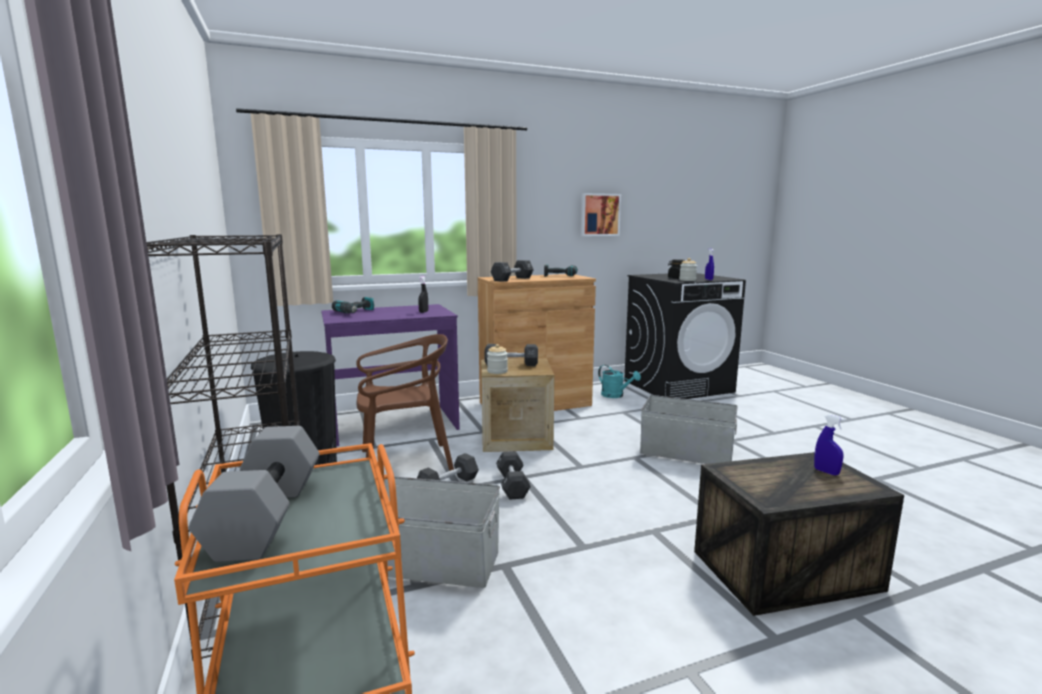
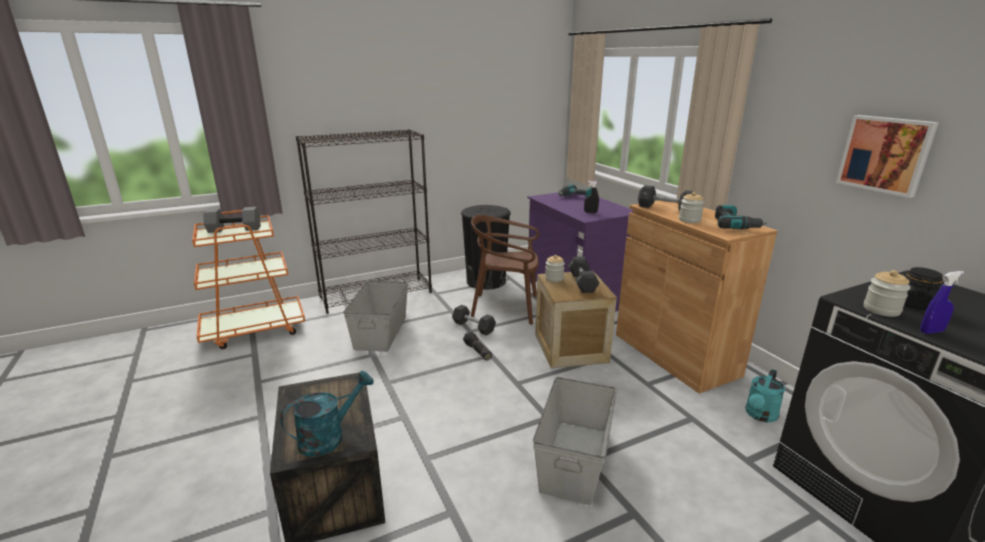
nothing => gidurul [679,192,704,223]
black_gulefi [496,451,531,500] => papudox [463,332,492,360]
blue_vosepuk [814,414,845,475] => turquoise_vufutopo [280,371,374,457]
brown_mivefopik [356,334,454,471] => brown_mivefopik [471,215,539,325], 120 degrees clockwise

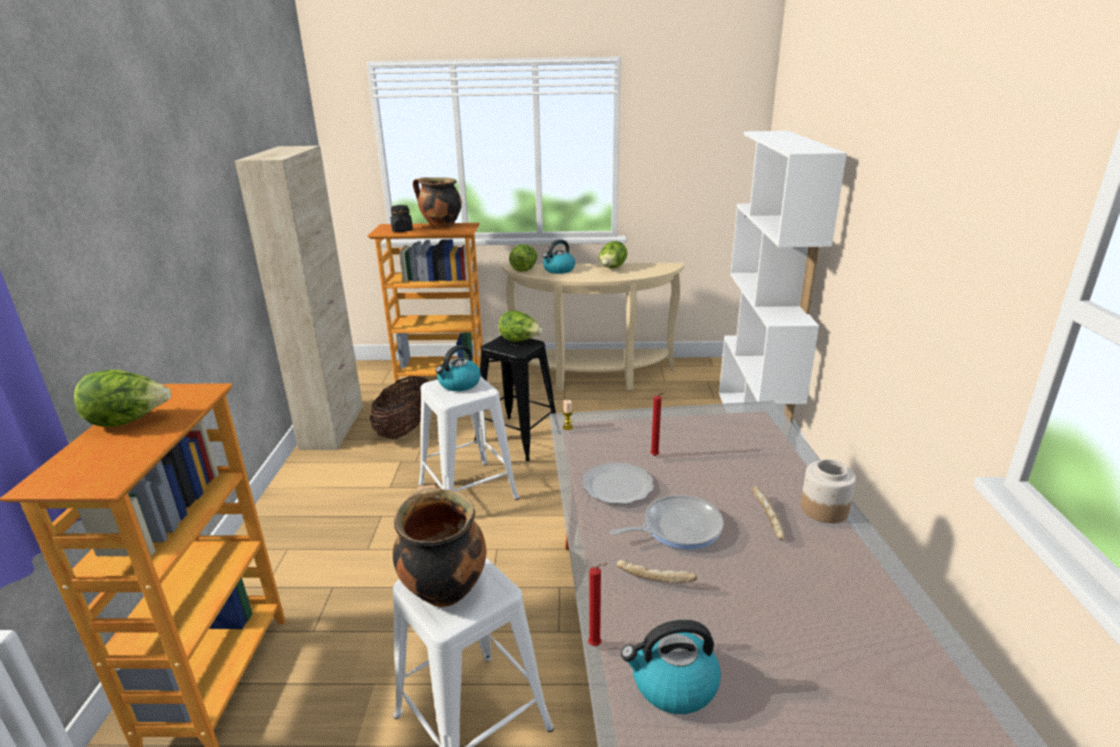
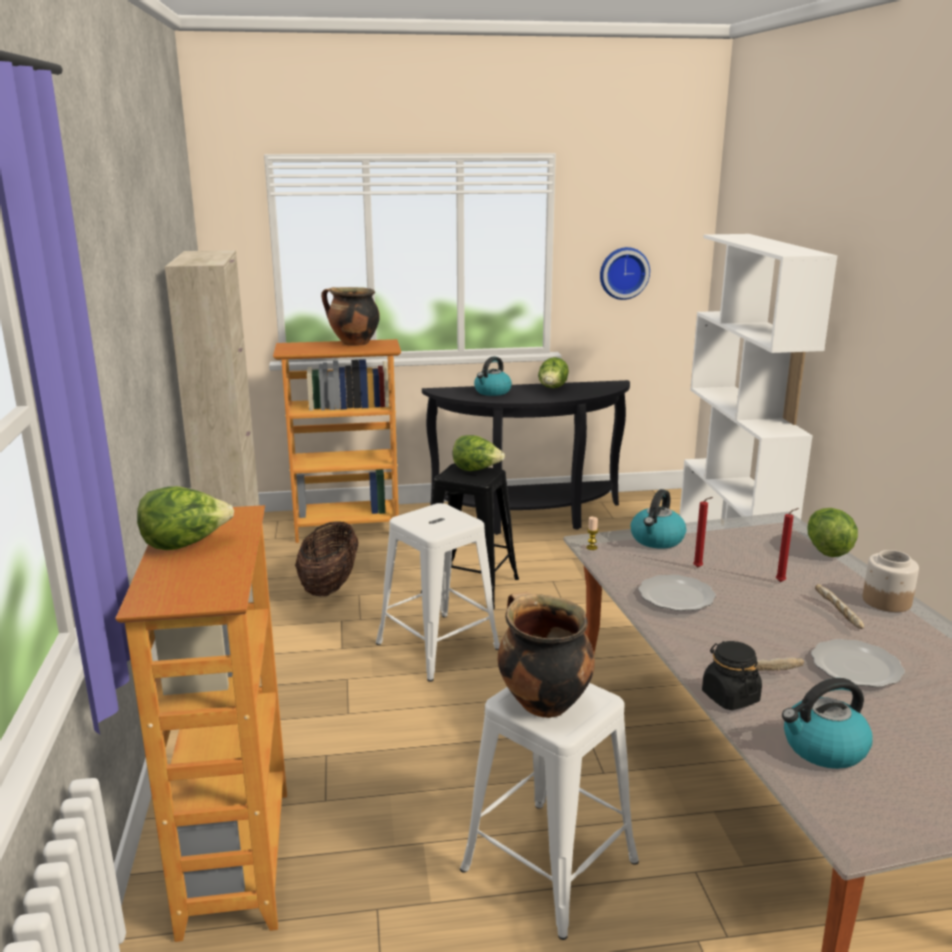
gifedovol [610,495,724,550] => nothing
nothing => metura [600,247,650,300]
nothing => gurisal [811,639,905,687]
black_gidurul [390,205,413,232] => black_gidurul [702,641,762,710], shifted
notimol [435,345,481,391] => notimol [631,489,686,549], shifted
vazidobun [509,244,537,272] => vazidobun [807,508,858,557], shifted
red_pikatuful [588,563,607,646] => red_pikatuful [776,508,799,582], shifted
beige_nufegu [502,263,684,391] => black_nufegu [422,380,630,535]

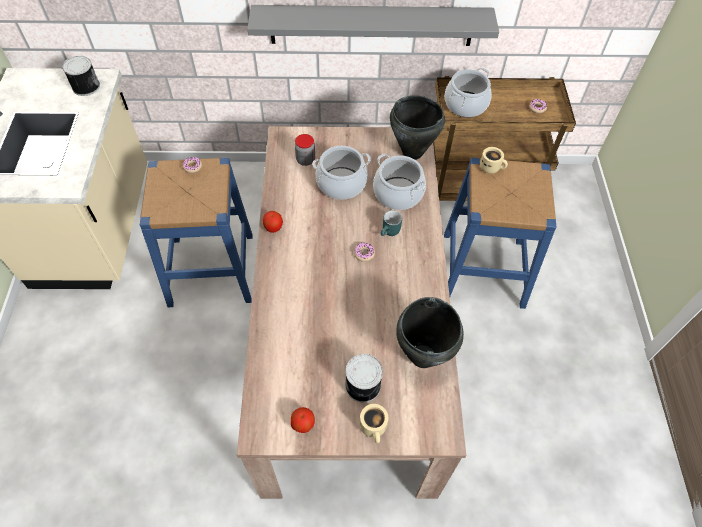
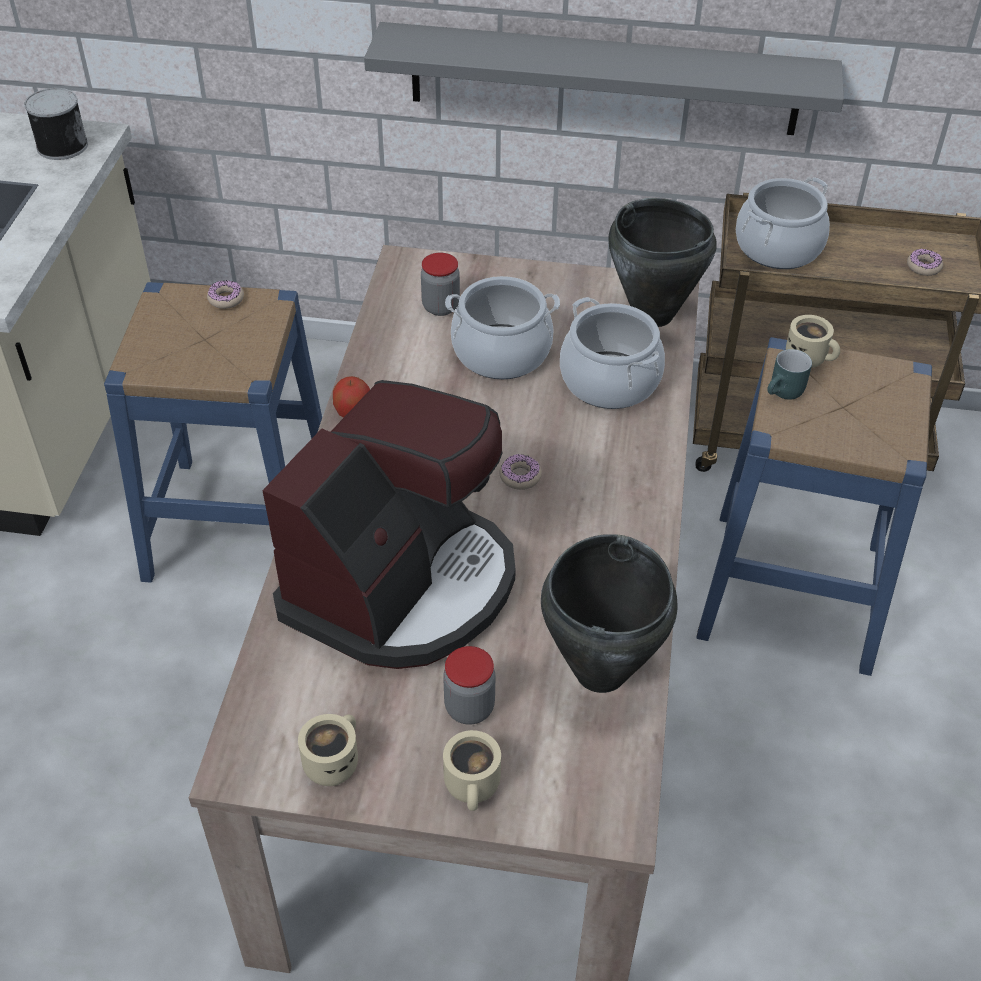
nothing => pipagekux [262,380,516,669]
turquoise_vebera [381,210,402,236] => turquoise_vebera [767,349,812,400], shifted
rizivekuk [290,407,315,433] => beige_vebera [298,714,358,786]
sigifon [345,354,383,402] => gidurul [443,646,495,725]

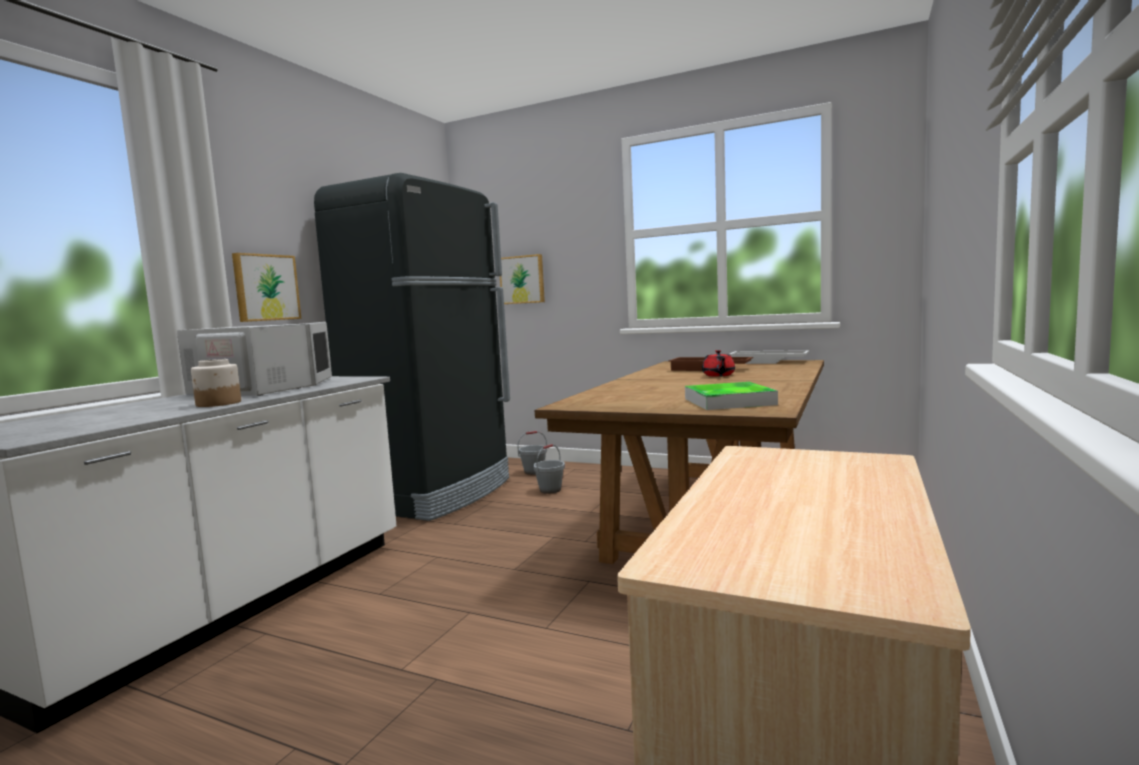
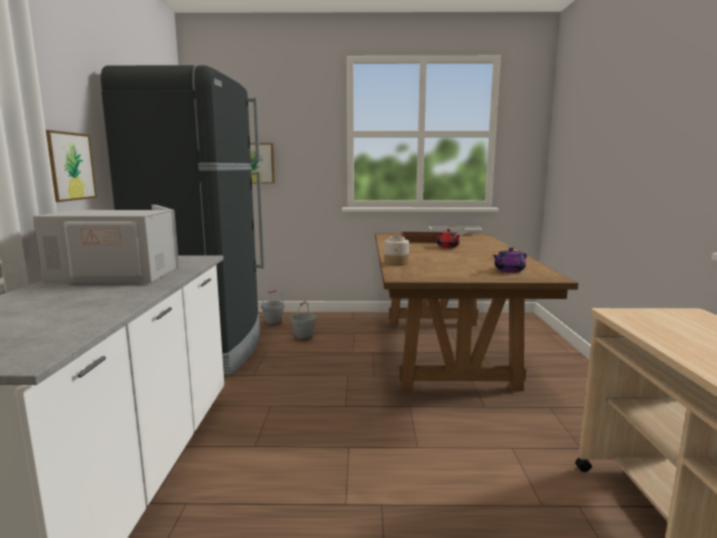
gidurul [191,359,241,407] => gidurul [384,236,409,266], shifted
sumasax [685,382,778,410] => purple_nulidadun [493,247,527,273]

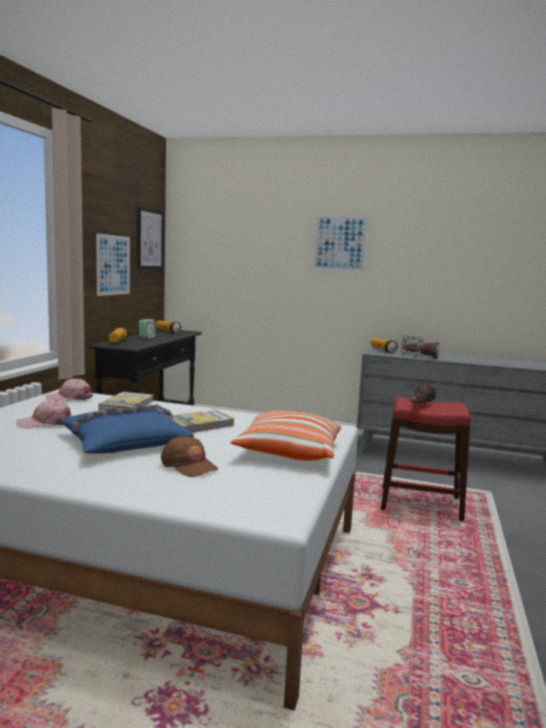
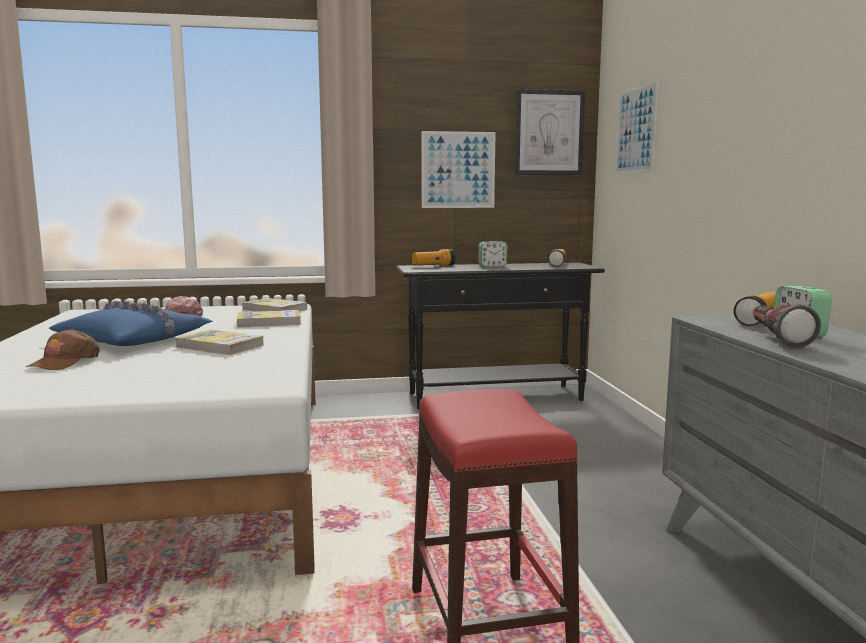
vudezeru [230,411,341,461] => nothing
papudox [410,383,436,404] => nothing
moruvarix [312,215,369,272] => moruvarix [615,80,659,174], shifted
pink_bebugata [46,378,93,401] => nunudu [242,298,307,312]

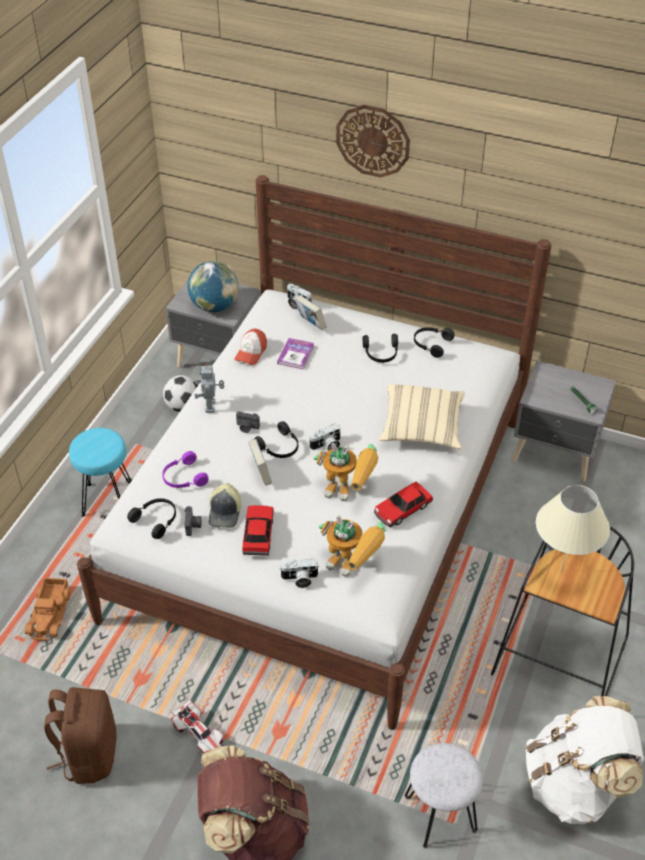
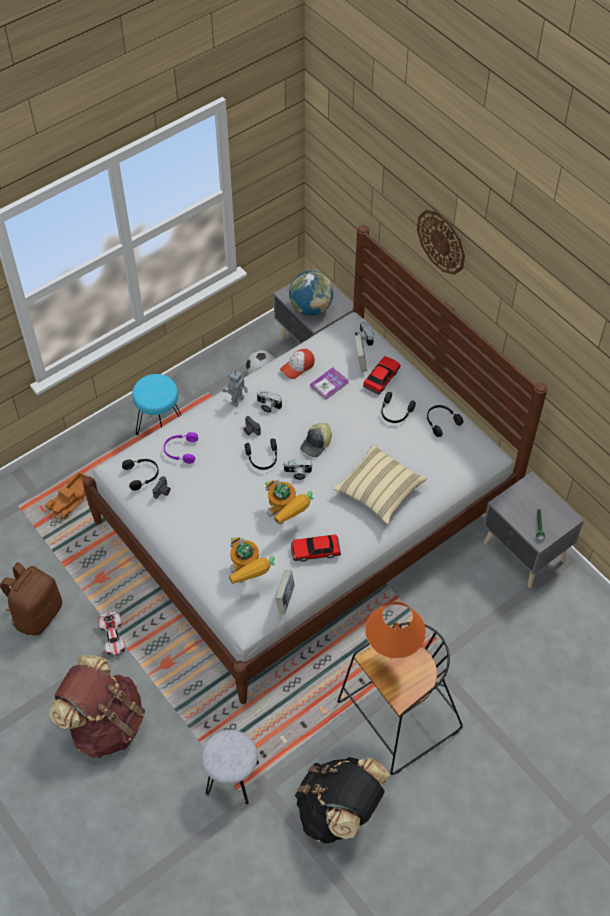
bebugata [209,483,241,528] => bebugata [300,423,332,457], shifted
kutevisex [242,505,274,556] => kutevisex [363,356,401,395], shifted
nunudu [248,439,272,486] => nunudu [275,570,295,614], shifted
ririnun [279,558,318,588] => ririnun [257,389,282,413], shifted
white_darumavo [525,696,644,824] => black_darumavo [295,757,390,843]
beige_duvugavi [536,485,610,572] => orange_duvugavi [365,602,426,658]

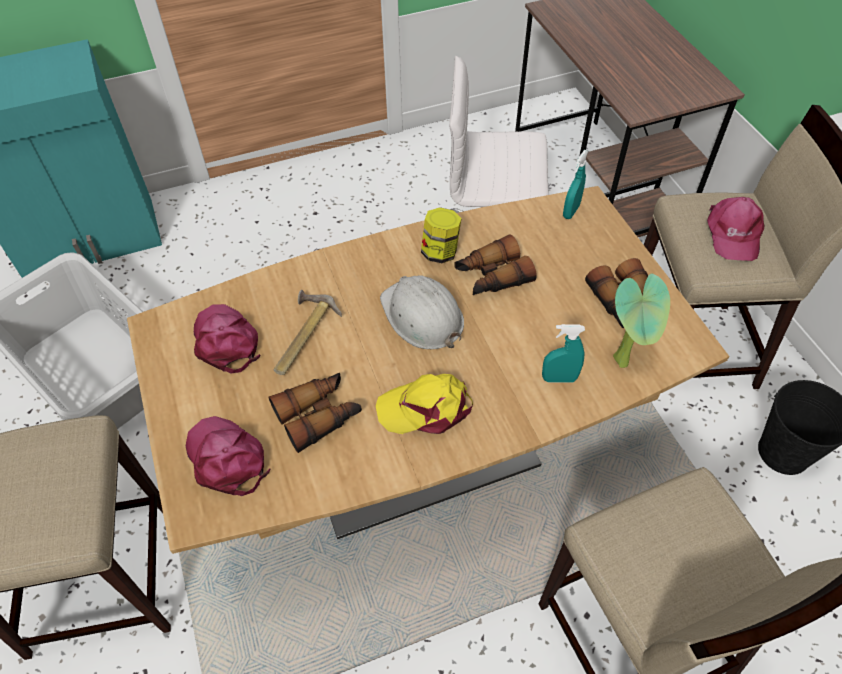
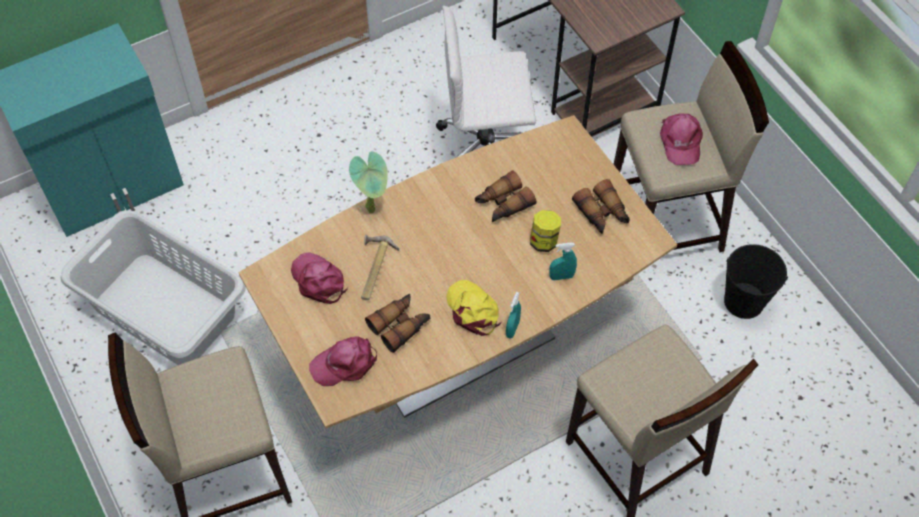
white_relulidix [380,275,464,350] => nothing
gidurul [421,207,462,263] => gidurul [530,210,561,252], shifted
turquoise_vosepuk [563,150,588,219] => turquoise_vosepuk [506,292,521,338], shifted
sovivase [613,274,670,368] => sovivase [349,151,388,213], shifted
pink_bebugata [186,416,271,496] => pink_bebugata [309,336,377,386], 60 degrees counterclockwise
yellow_bebugata [376,374,473,434] => yellow_bebugata [446,280,502,336], 75 degrees clockwise

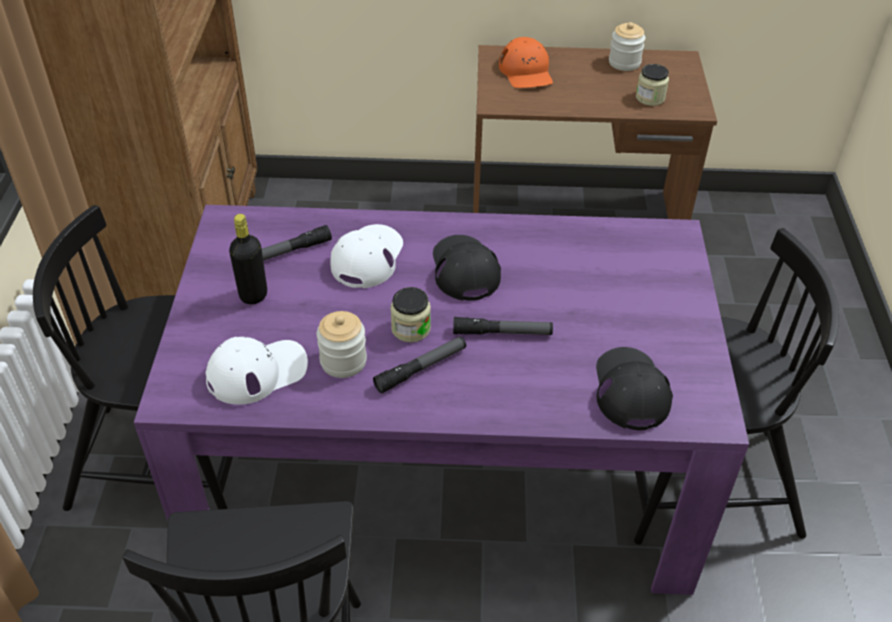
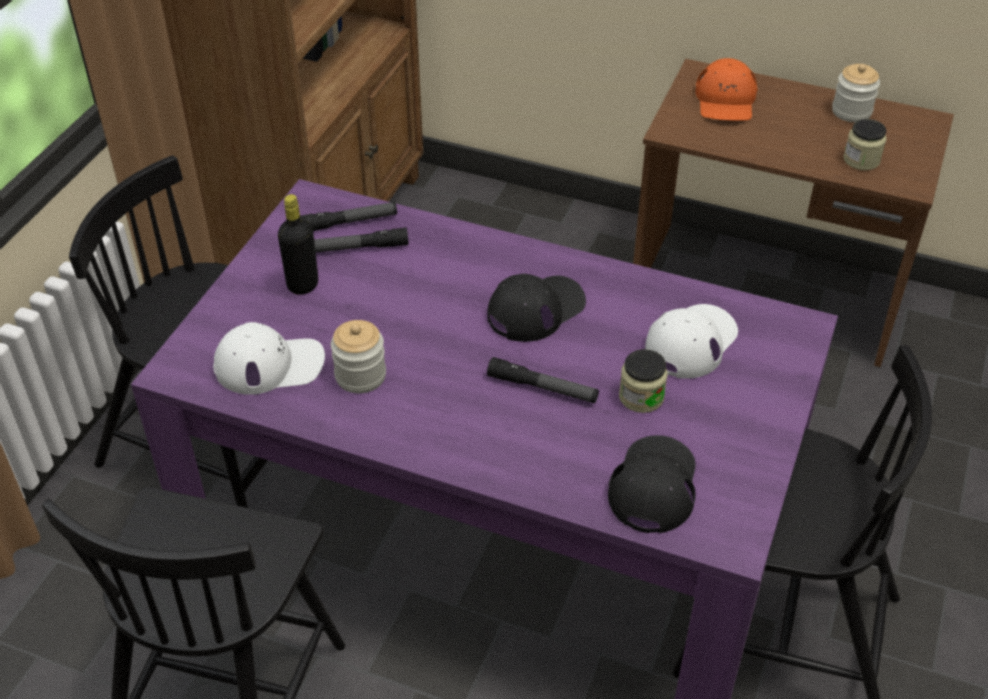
white_bebugata [330,224,403,288] => white_bebugata [645,304,738,379], shifted
papudox [373,336,466,393] => papudox [300,202,397,231], shifted
gidurul [390,287,431,342] => gidurul [619,349,668,413], shifted
black_bebugata [433,235,501,301] => black_bebugata [487,273,586,342], 45 degrees clockwise

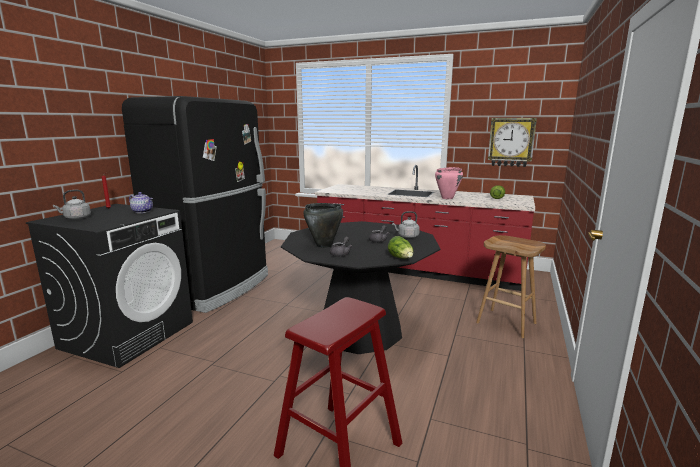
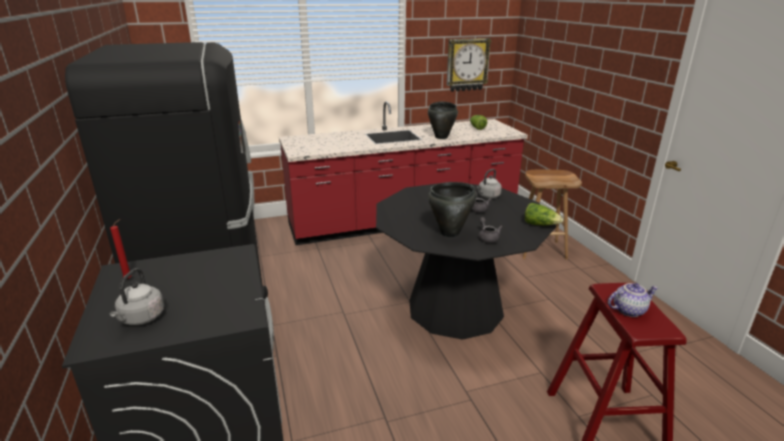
nulidadun [129,192,153,213] => nulidadun [608,283,658,317], shifted
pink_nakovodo [435,167,463,199] => black_nakovodo [428,102,458,139]

